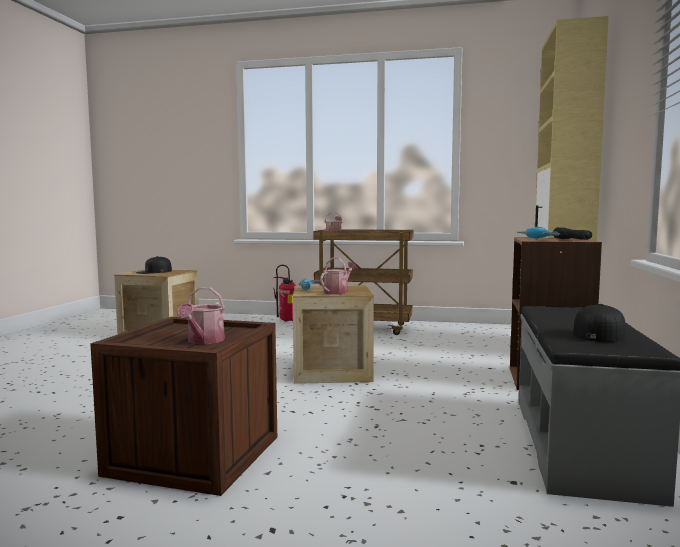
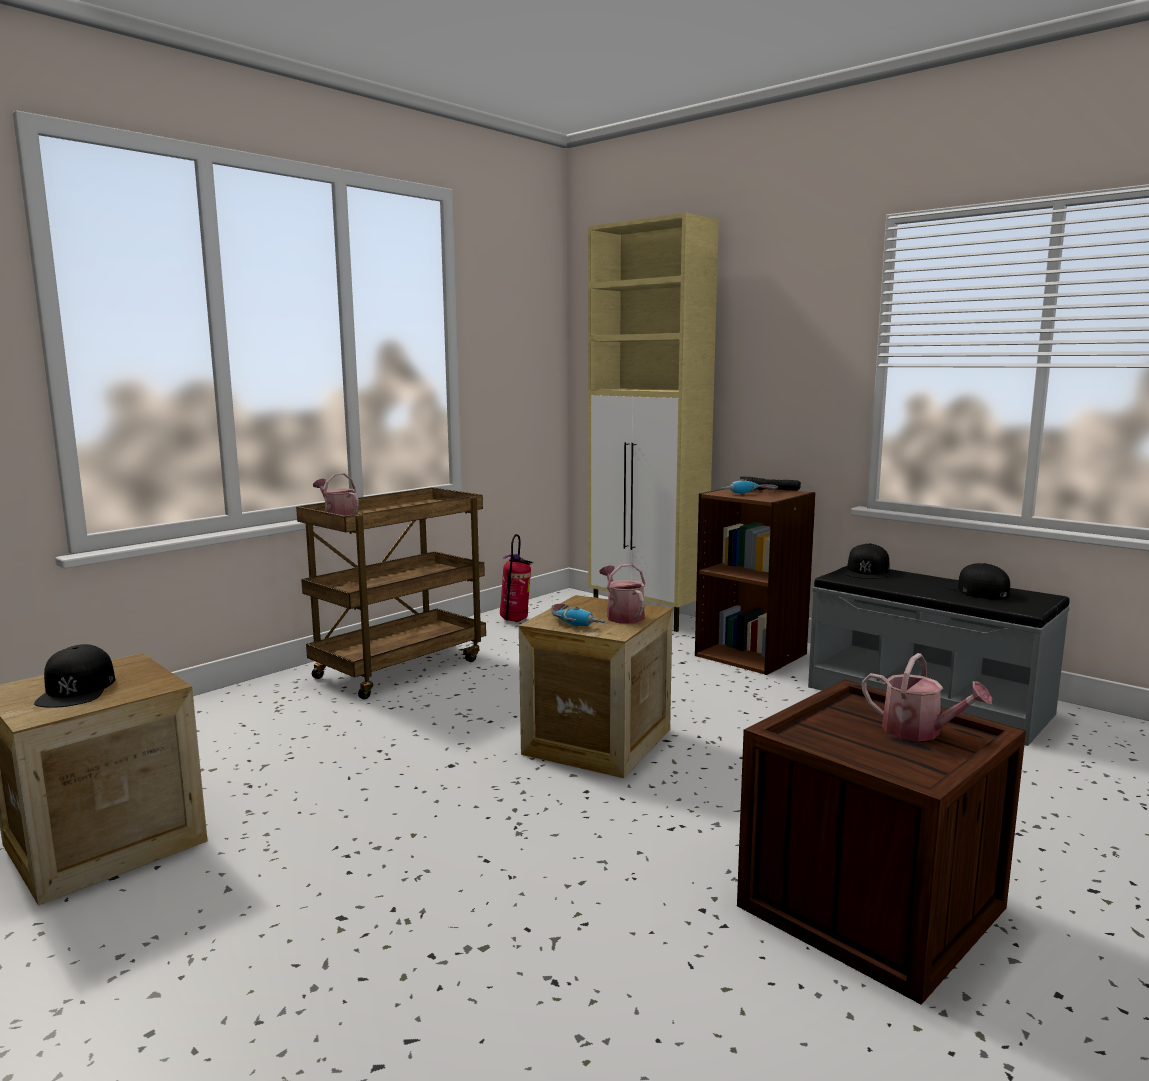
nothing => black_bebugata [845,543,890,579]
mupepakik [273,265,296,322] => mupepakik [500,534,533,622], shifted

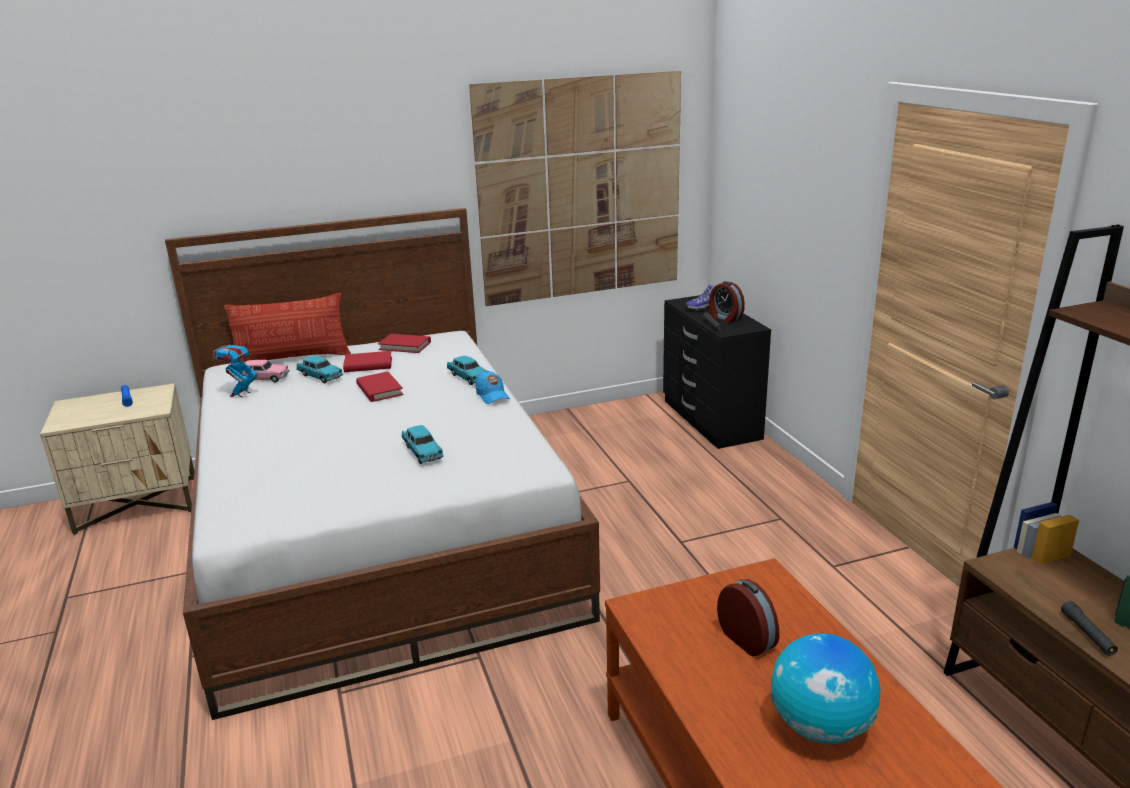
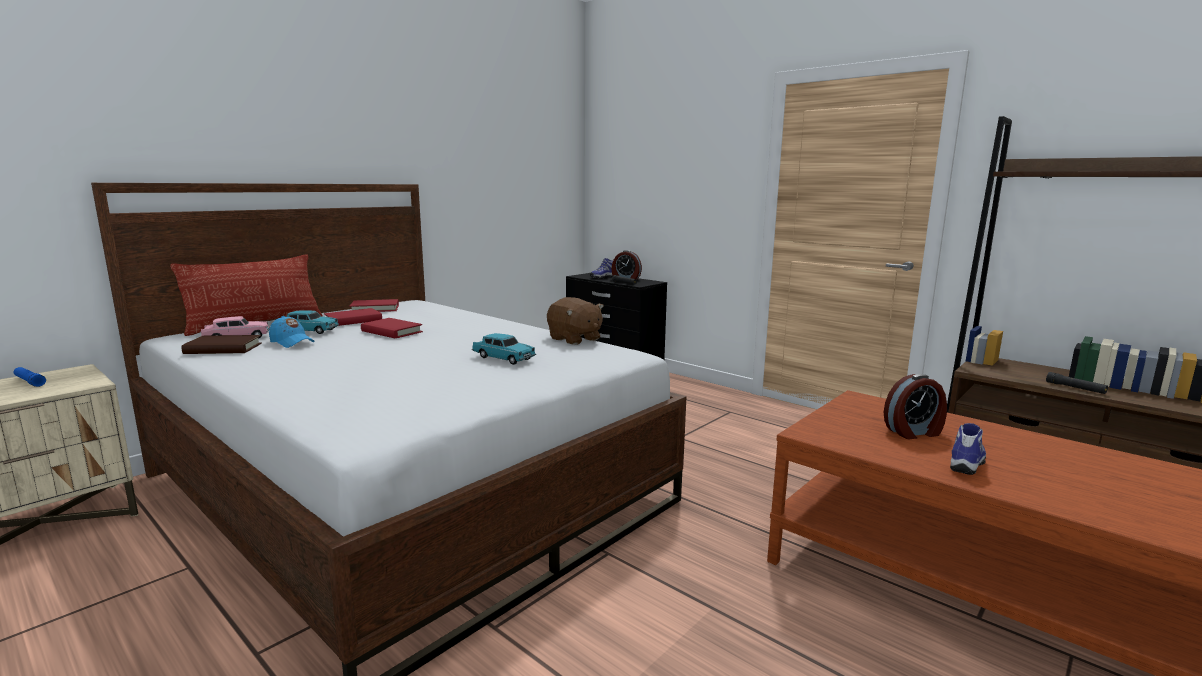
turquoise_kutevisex [447,356,487,385] => nothing
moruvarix [469,71,681,306] => nothing
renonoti [771,633,880,744] => nothing
nothing => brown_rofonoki [547,297,604,345]
nothing => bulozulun [950,423,986,475]
blue_bebugata [476,371,510,404] => blue_bebugata [269,316,315,348], shifted
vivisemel [213,339,258,397] => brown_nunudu [181,335,262,354]
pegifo [717,579,780,656] => pegifo [884,374,947,439], 135 degrees clockwise

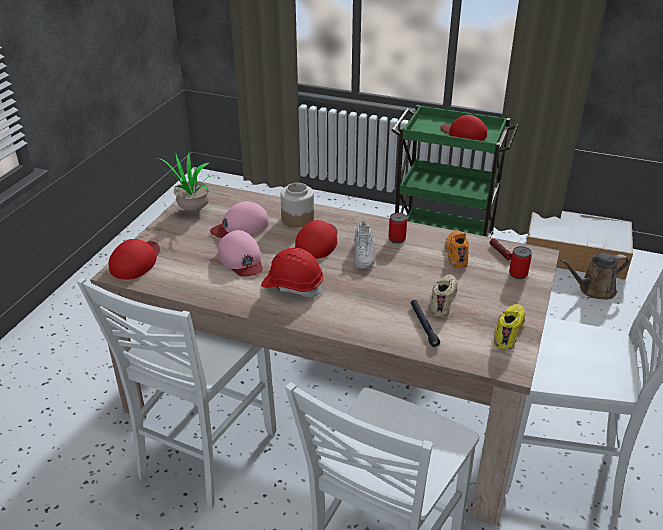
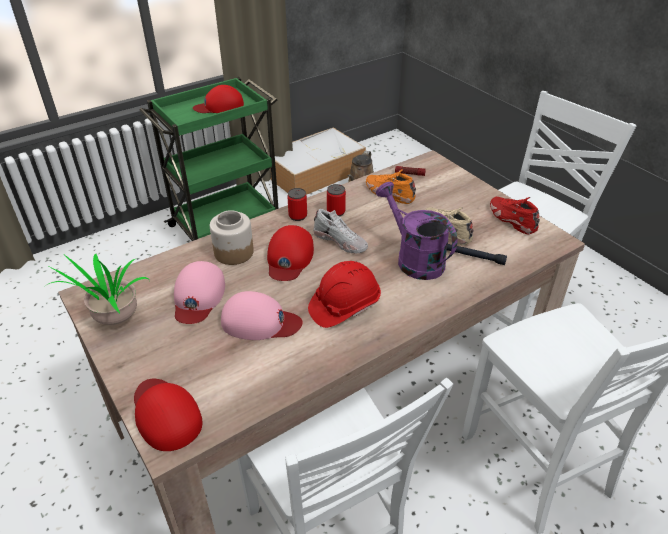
nothing => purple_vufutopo [376,182,457,280]
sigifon [509,246,532,279] => sigifon [287,188,307,221], shifted
yellow_bulozulun [494,304,526,350] => red_bulozulun [490,197,540,234]
red_bebugata [295,220,338,259] => red_bebugata [267,225,314,281], 135 degrees counterclockwise

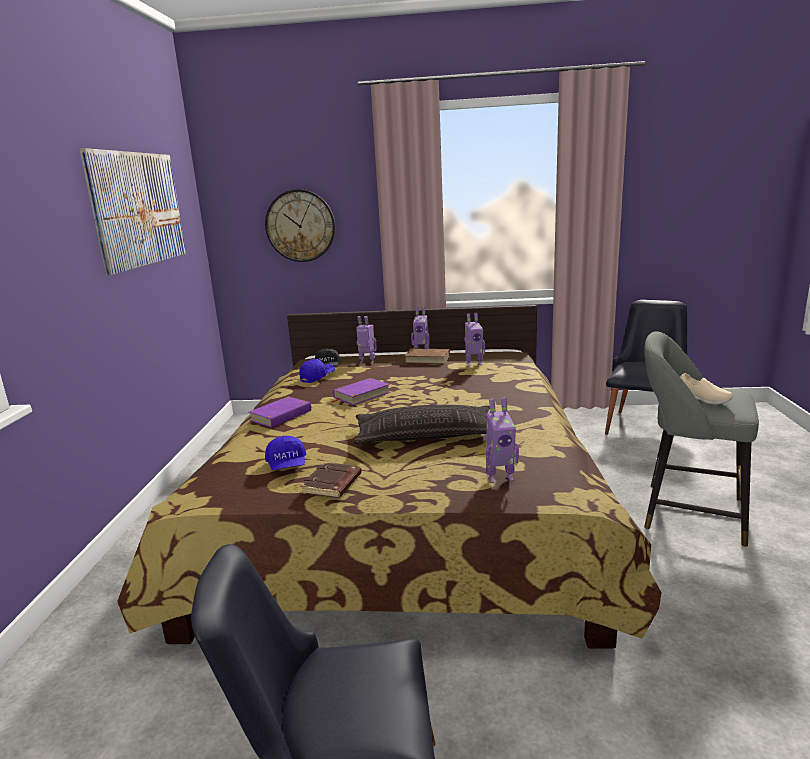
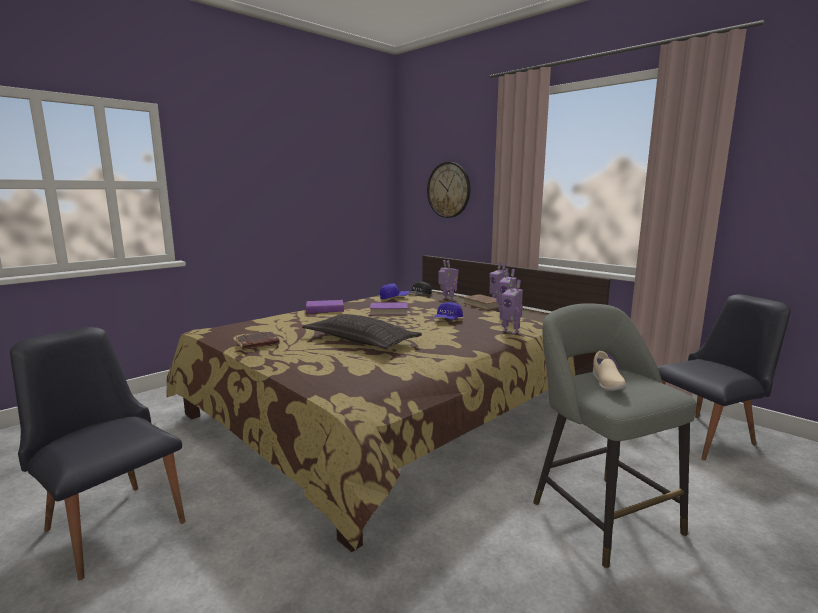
moruvarix [80,148,186,275] => nothing
blue_bebugata [265,436,306,470] => blue_bebugata [434,302,463,320], shifted
vivisemel [485,398,519,483] => vivisemel [500,279,523,334], shifted

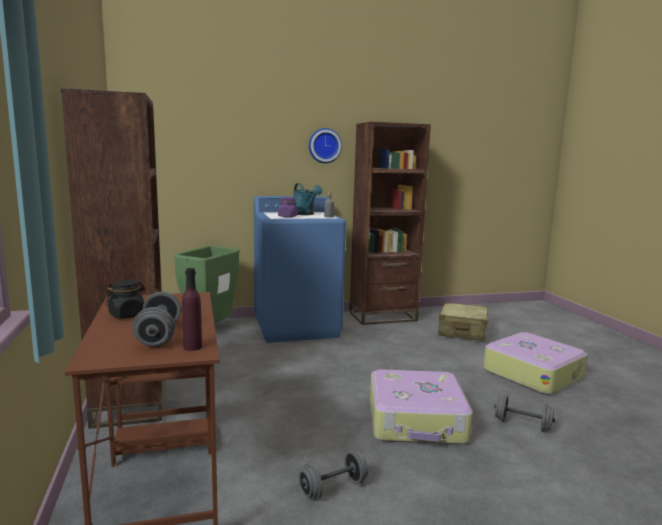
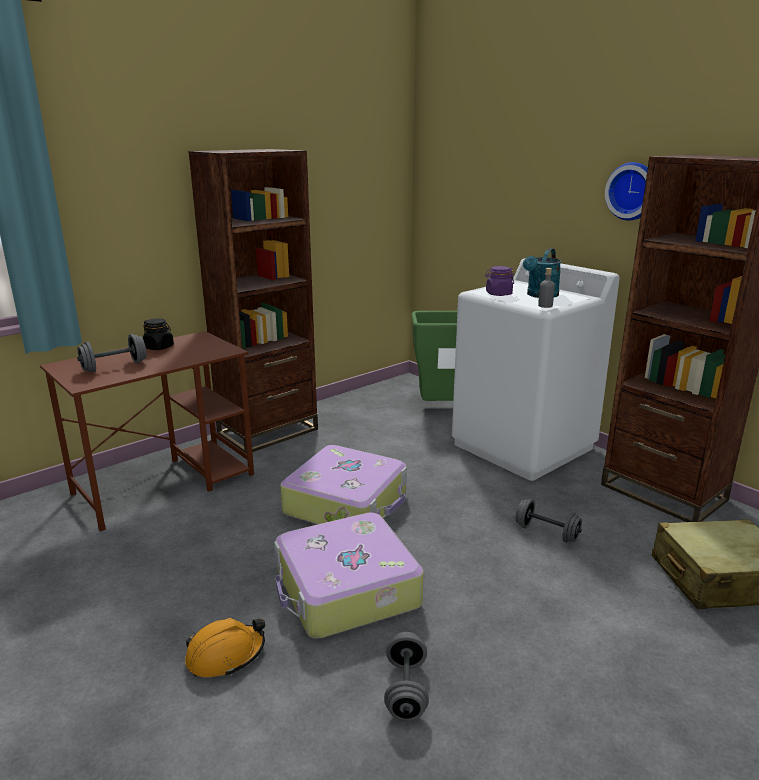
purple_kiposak [182,268,202,351] => nothing
nothing => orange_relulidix [185,618,265,677]
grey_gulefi [299,450,368,499] => grey_gulefi [516,499,582,543], shifted
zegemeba [483,332,588,395] => zegemeba [280,445,407,525], shifted
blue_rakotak [254,196,346,343] => white_rakotak [452,258,620,481]

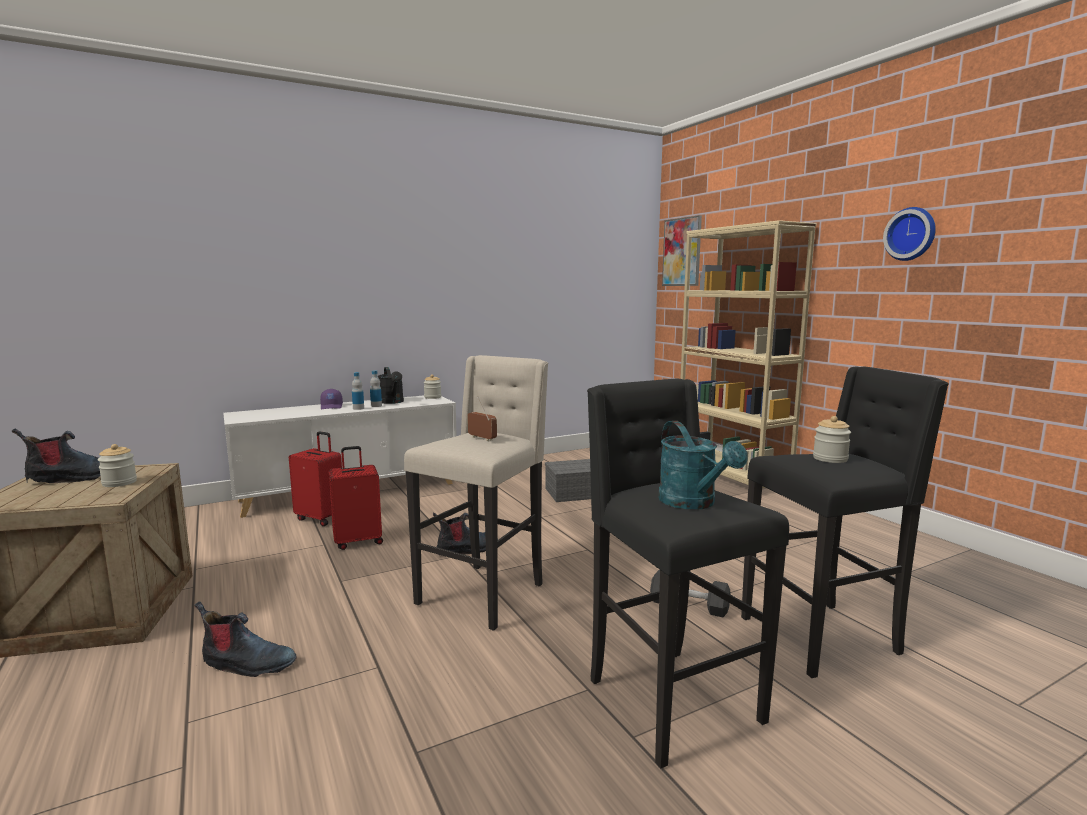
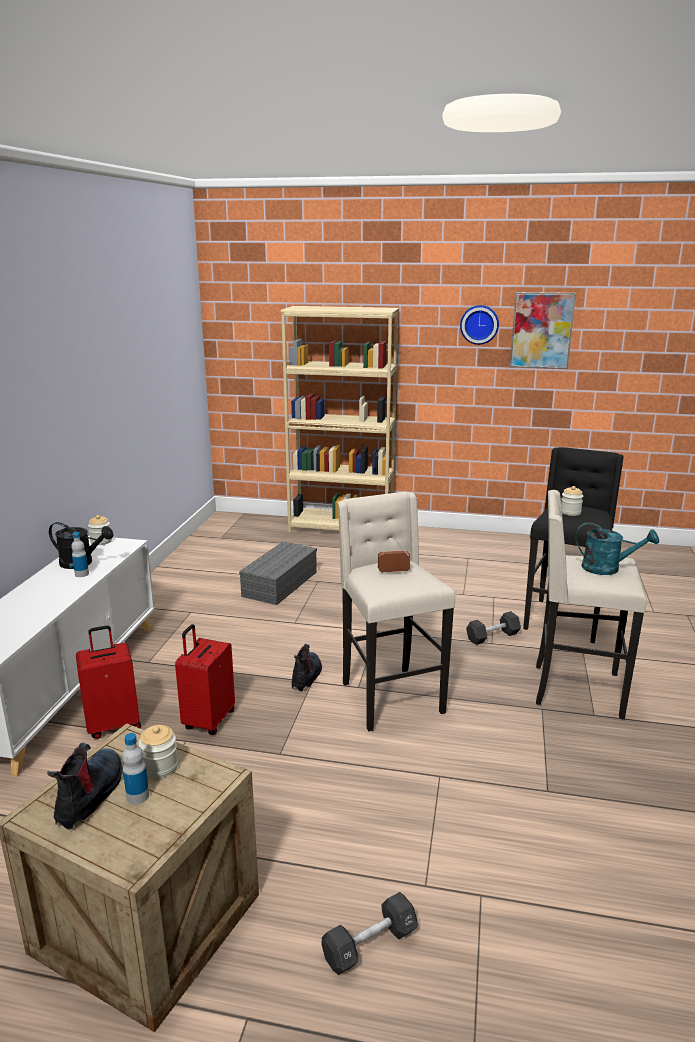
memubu [194,601,297,677] => nothing
purple_bebugata [320,389,343,409] => nothing
nothing => black_gulefi [321,892,418,975]
kiposak [352,372,364,410] => kiposak [122,733,149,804], shifted
moruvarix [662,215,702,286] => moruvarix [510,292,576,369], shifted
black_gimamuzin [587,379,789,769] => beige_gimamuzin [536,490,646,719]

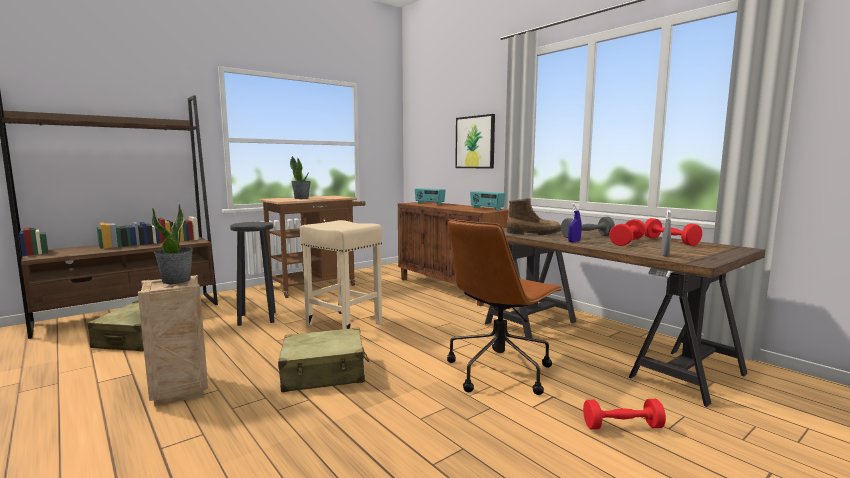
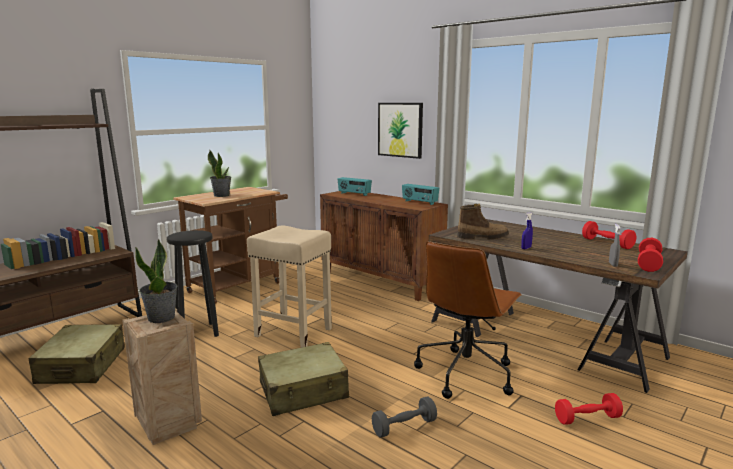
grey_gulefi [561,217,615,238] => grey_gulefi [372,397,437,438], shifted
red_gulefi [609,219,646,246] => red_gulefi [638,238,663,272], shifted

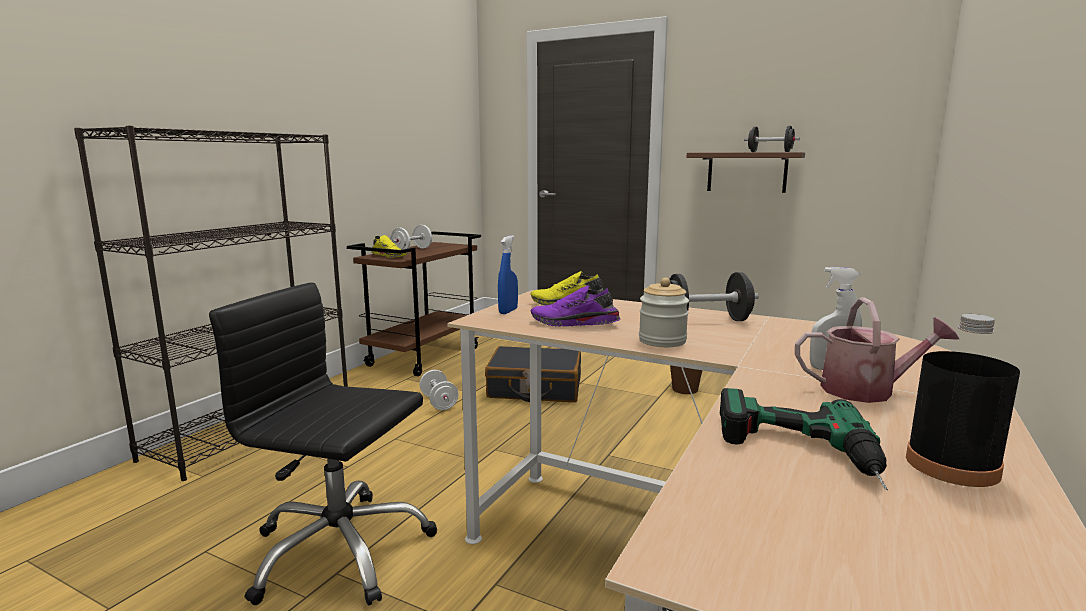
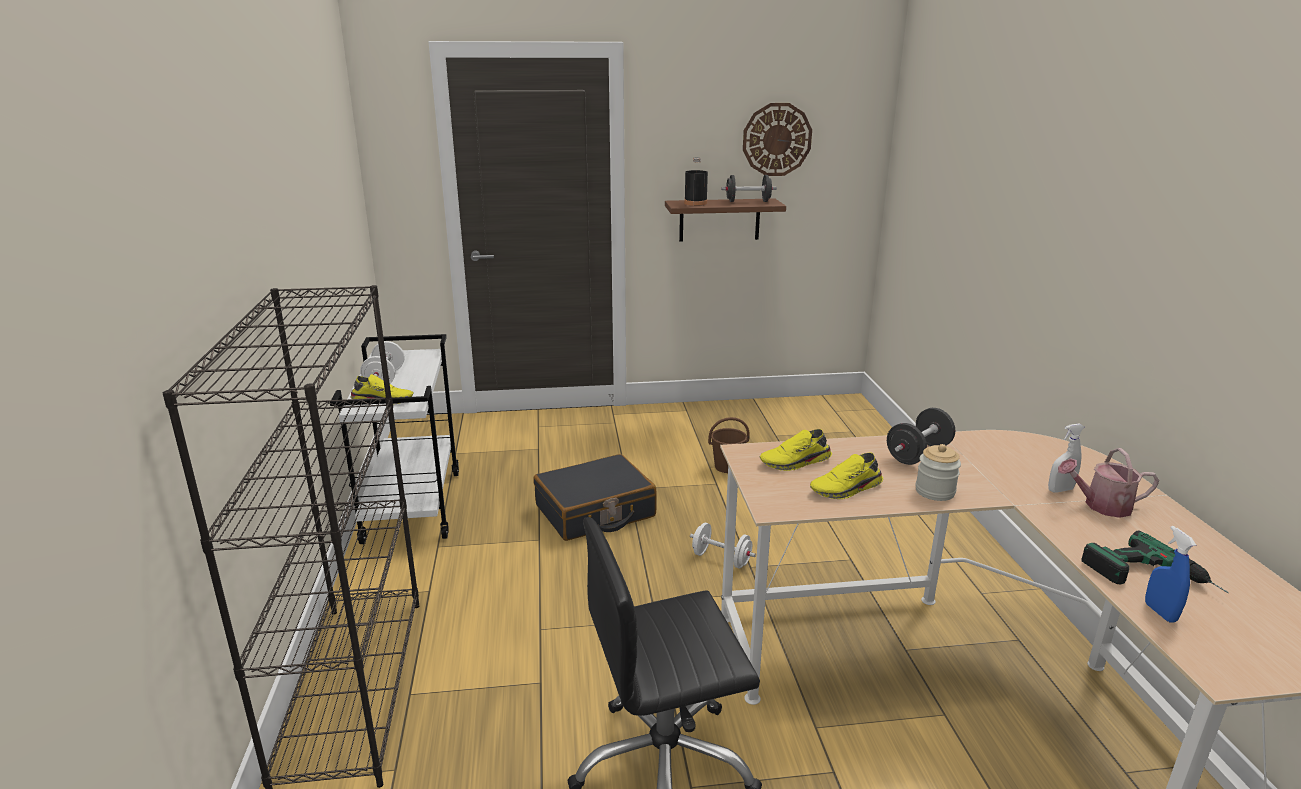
nothing => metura [743,103,812,176]
white_gulefi [419,370,459,410] => white_gulefi [690,523,756,569], shifted
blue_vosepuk [498,236,518,314] => blue_vosepuk [1145,526,1196,623], shifted
black_kiposak [906,314,1020,487] => black_kiposak [684,158,708,206], shifted
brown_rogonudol [347,231,481,376] => white_rogonudol [330,334,459,544]
purple_bulozulun [530,285,620,327] => yellow_bulozulun [810,453,883,499]
vufutopo [795,297,959,403] => vufutopo [1058,448,1159,518], 150 degrees counterclockwise

